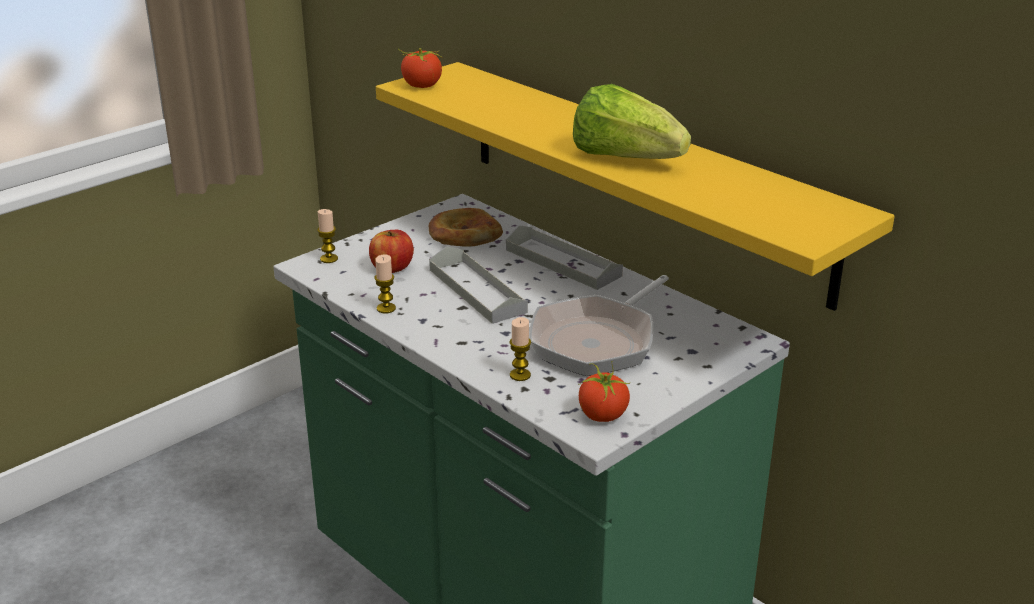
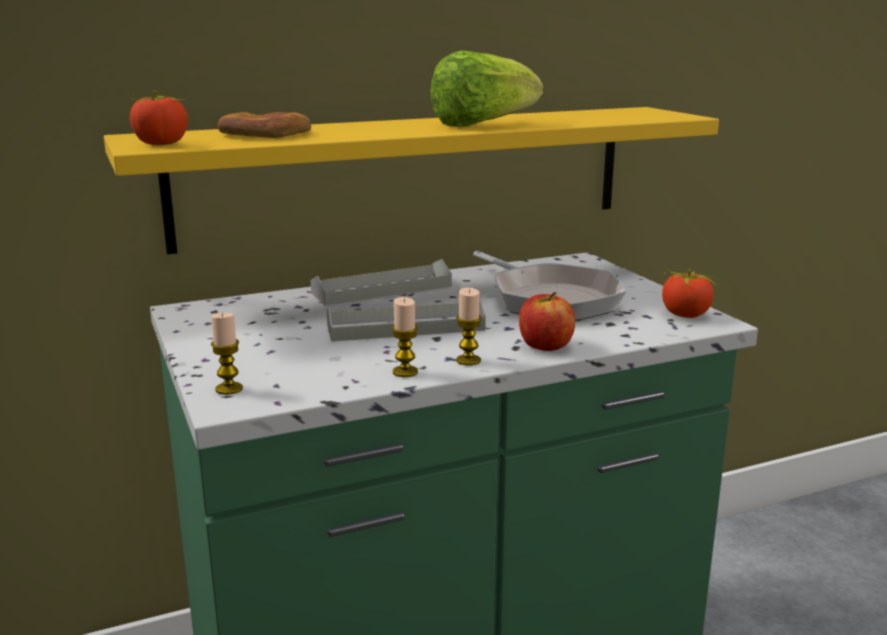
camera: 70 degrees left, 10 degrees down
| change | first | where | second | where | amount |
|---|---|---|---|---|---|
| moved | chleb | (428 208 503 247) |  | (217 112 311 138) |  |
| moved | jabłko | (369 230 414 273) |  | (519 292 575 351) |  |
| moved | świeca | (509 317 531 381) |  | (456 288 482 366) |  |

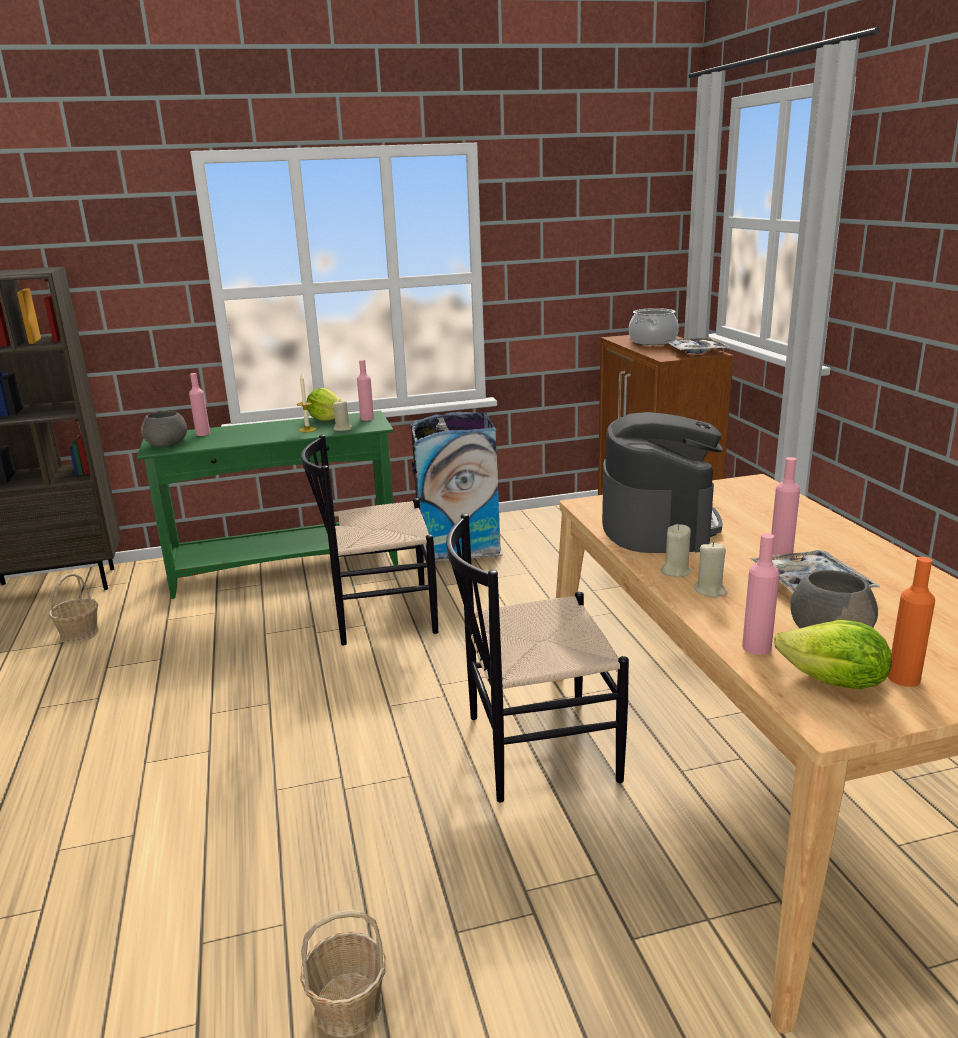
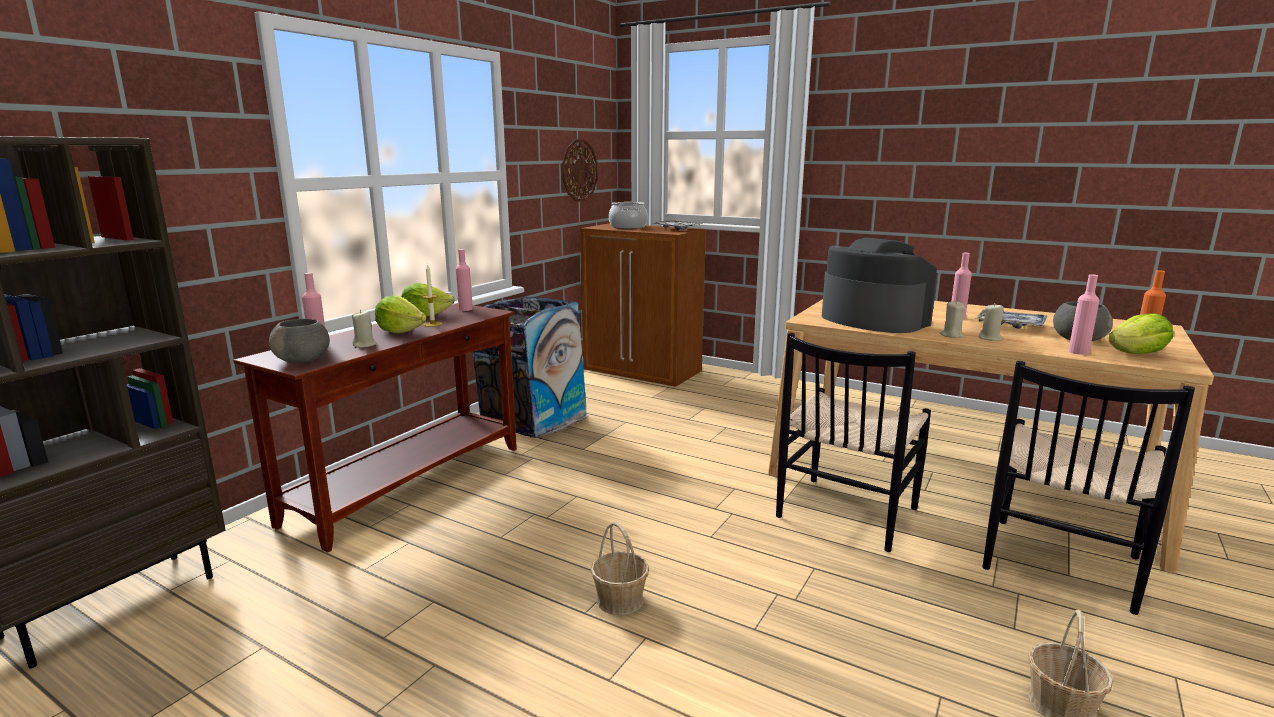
camera: 45 degrees left, 5 degrees down
| change | first | where | second | where | amount |
|---|---|---|---|---|---|
| moved | świeca [beżowy] | (333 400 352 431) |  | (352 310 377 348) |  |
| recoloured | stolik konsolowy [zielony] | (137 411 398 599) | stolik konsolowy [brązowy] | (233 303 517 552) |  |
| moved | krzesło [czarny] | (301 435 438 645) |  | (983 361 1195 615) |  |
| moved | koszyk | (49 573 99 643) |  | (590 522 649 615) |  |
| added |  |  | zegar ścienny | (562 140 598 202) |  |
| added |  |  | sałata | (375 296 427 334) |  |

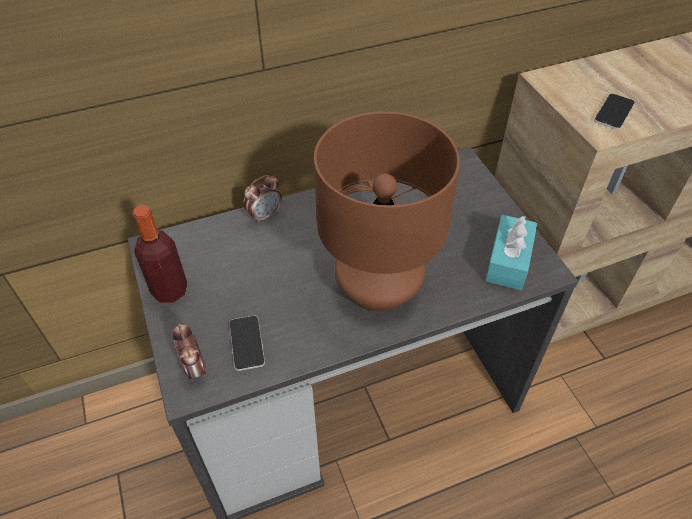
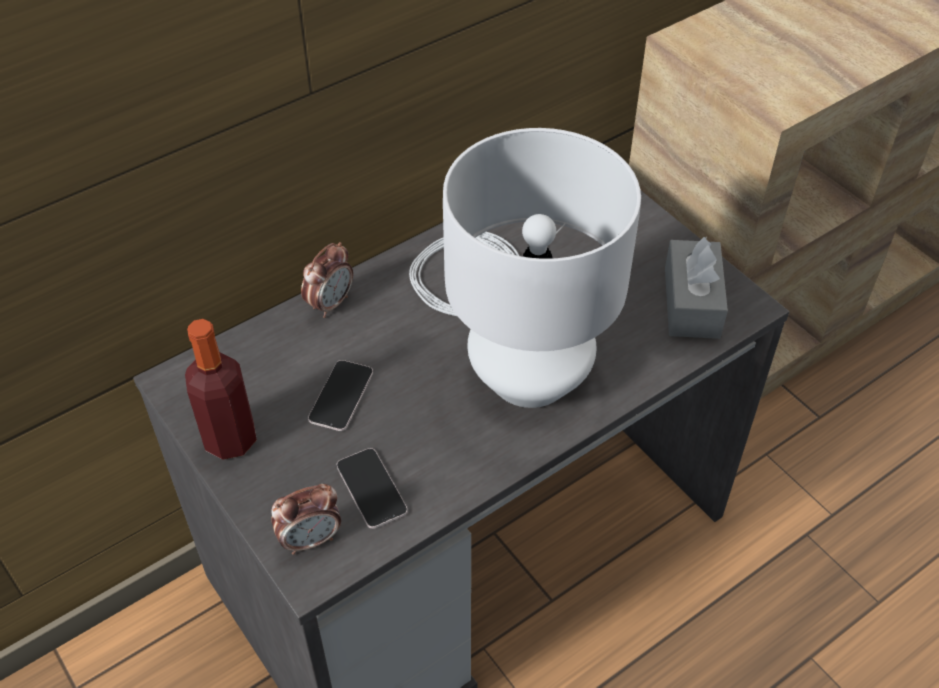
camera: 15 degrees left, 0 degrees up
| change | first | where | second | where | amount |
|---|---|---|---|---|---|
| moved | telefon | (594 94 635 130) |  | (308 360 373 431) |  |
| recoloured | lampa stołowa [brązowy] | (314 111 460 312) | lampa stołowa [biały] | (409 128 641 408) |  |
| recoloured | pudełko chusteczek [turkusowy] | (485 215 537 290) | pudełko chusteczek [szary] | (665 237 728 339) |  |
| turned | budzik | (172 323 206 382) |  | (271 484 341 555) | 75 degrees counterclockwise |

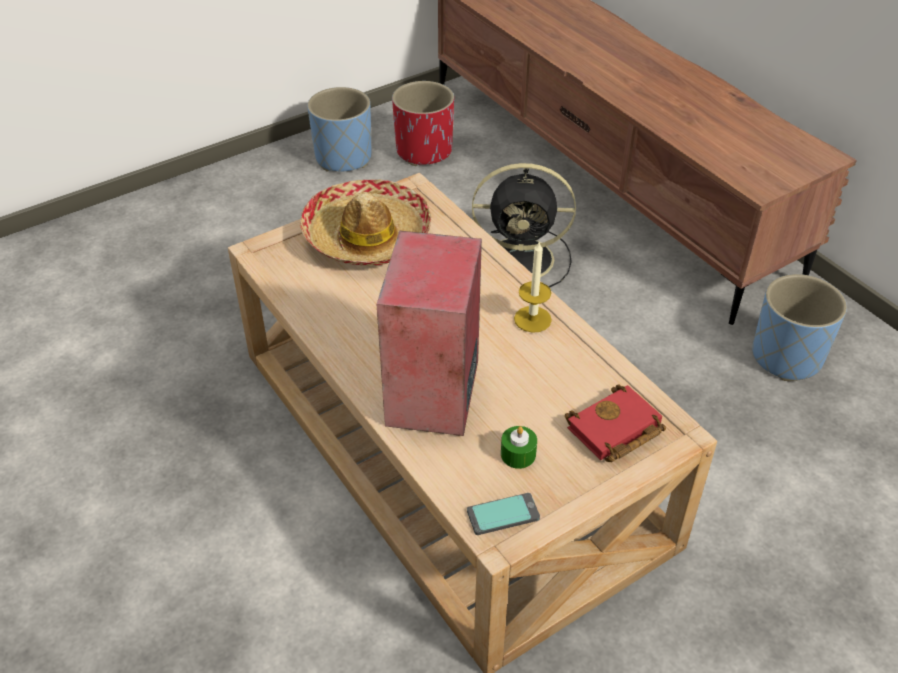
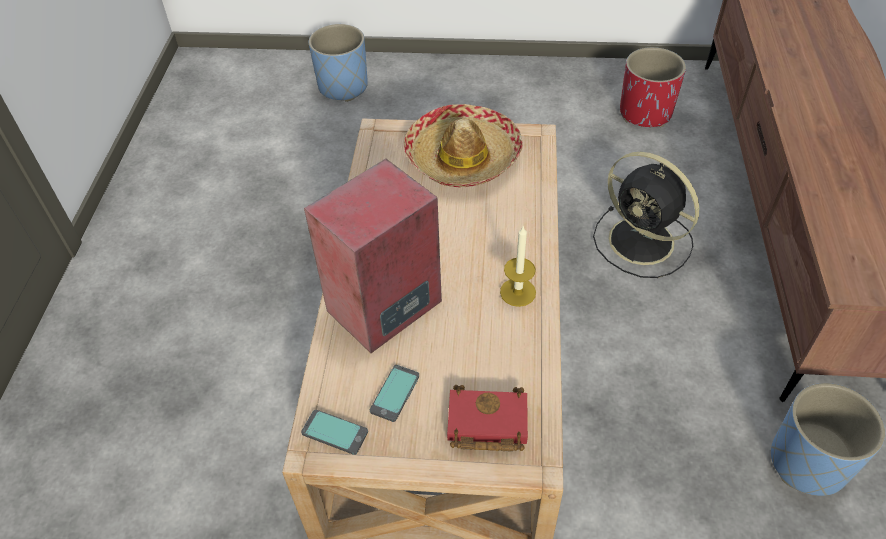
camera: 40 degrees right, 5 degrees up
| change | first | where | second | where | amount |
|---|---|---|---|---|---|
| moved | donica [niebieski] | (307 87 371 172) |  | (309 24 368 102) |  |
| replaced | świeca [zielony] | (501 426 537 469) | telefon | (370 365 419 422) |  |

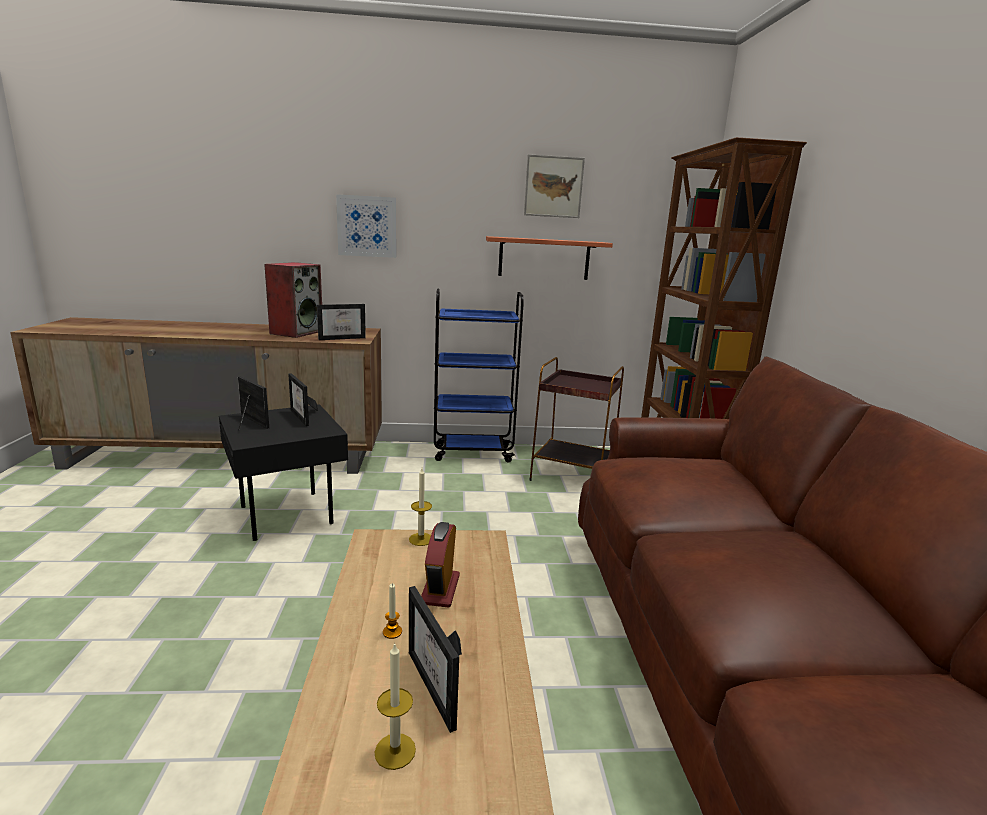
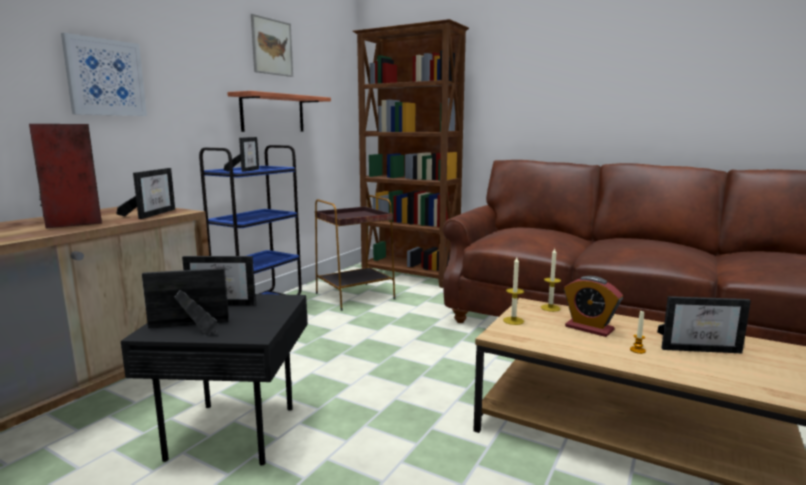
camera: 55 degrees left, 5 degrees down
| change | first | where | second | where | amount |
|---|---|---|---|---|---|
| moved | świeca | (374 642 416 770) |  | (541 248 561 312) |  |
| added |  |  | ramka na zdjęcie | (223 137 259 172) |  |

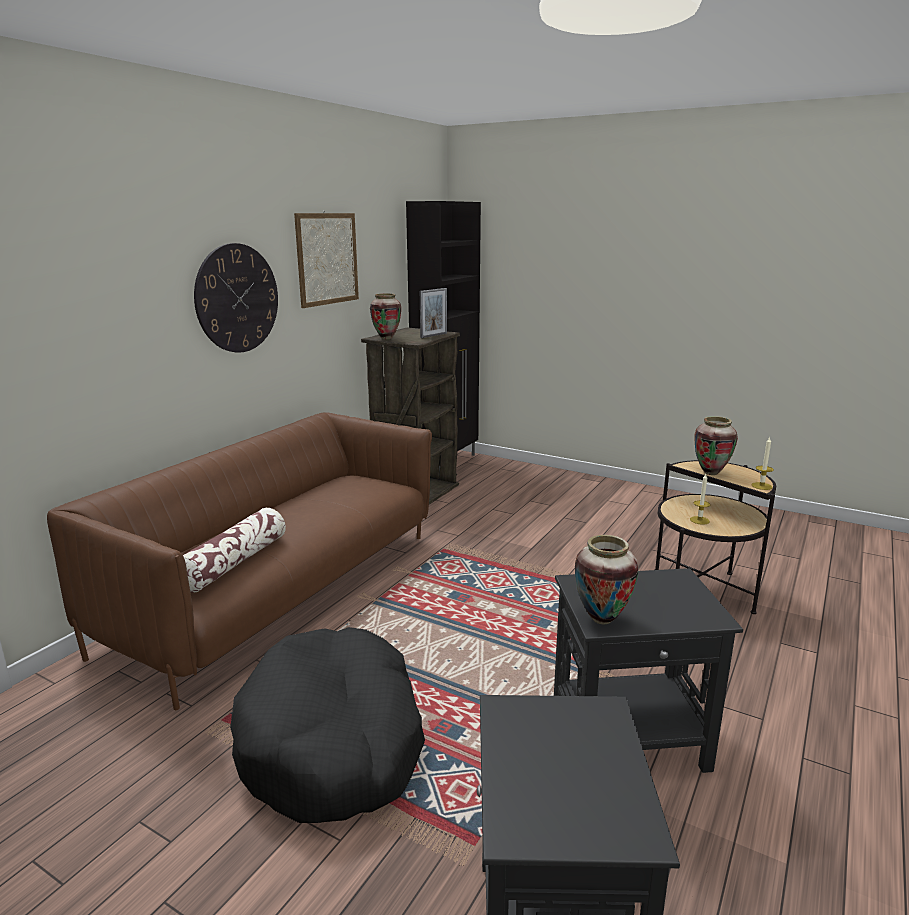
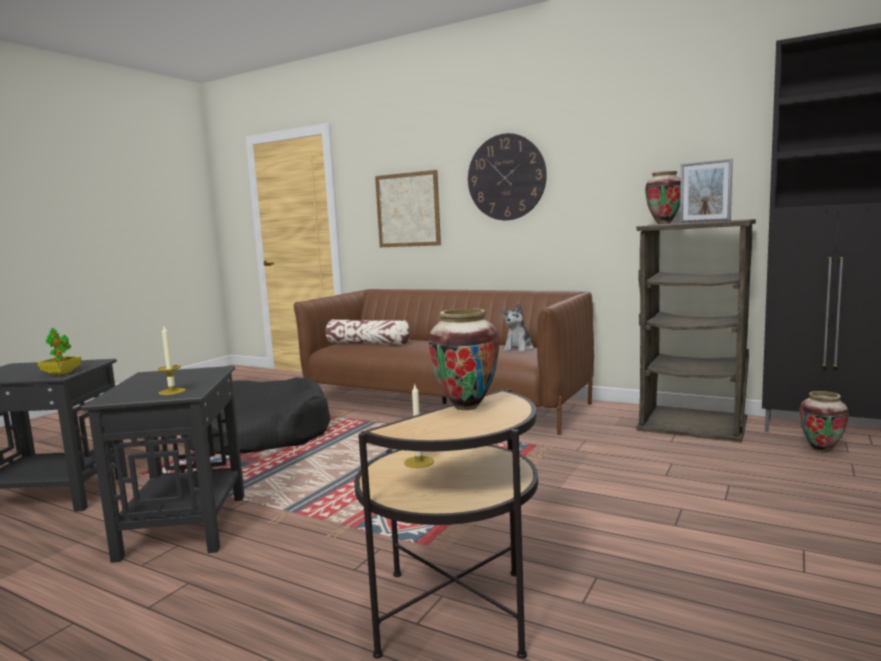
camera: 90 degrees right, 10 degrees down
| change | first | where | second | where | amount |
|---|---|---|---|---|---|
| moved | obraz | (294 211 359 308) |  | (375 170 441 247) |  |
| moved | świeca | (752 437 774 490) |  | (157 326 186 395) |  |
| moved | wazon | (575 535 638 624) |  | (800 391 849 453) |  |
| added |  |  | pluszak | (502 303 534 352) |  |
| added |  |  | roślina doniczkowa | (37 328 82 375) |  |

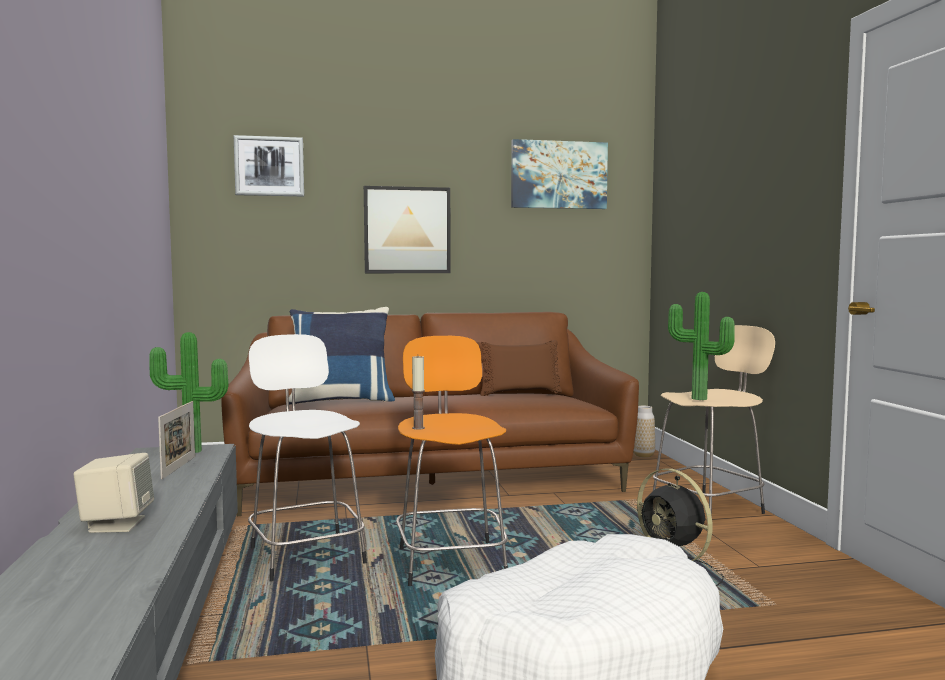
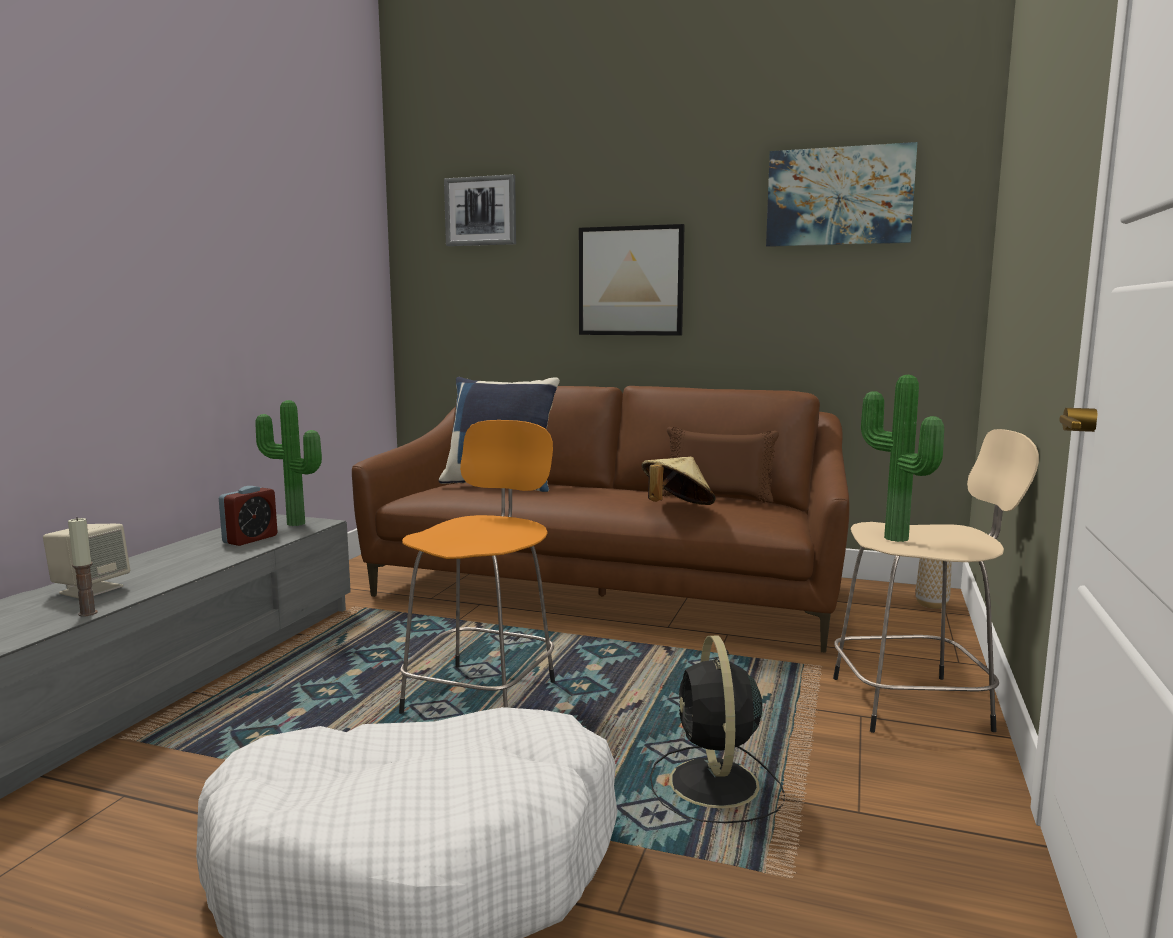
camera: 30 degrees right, 5 degrees up
| change | first | where | second | where | amount |
|---|---|---|---|---|---|
| removed | stołek [biały] | (248 334 367 582) |  |  |  |
| moved | świeca | (412 356 425 430) |  | (68 517 98 617) |  |
| replaced | ramka na zdjęcie | (158 401 195 480) | budzik | (219 486 277 546) |  |
| added |  |  | kapelusz [beżowy] | (642 457 716 505) |  |

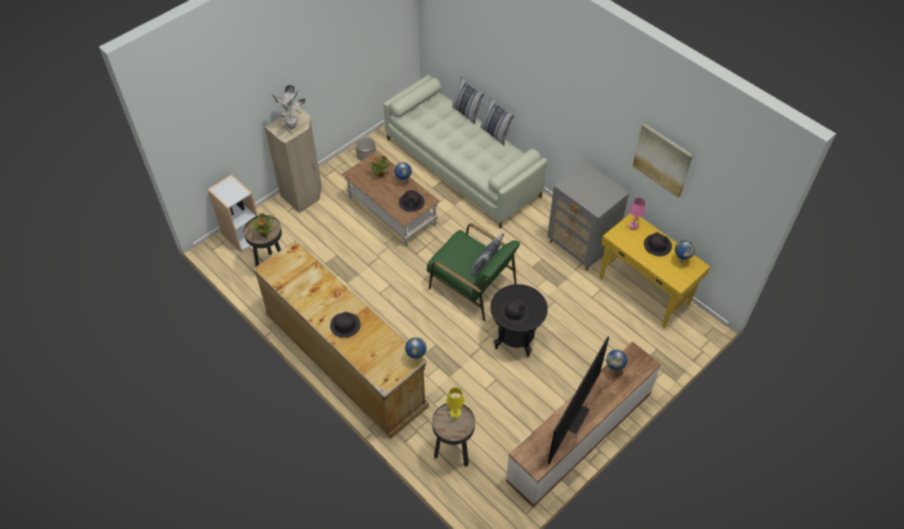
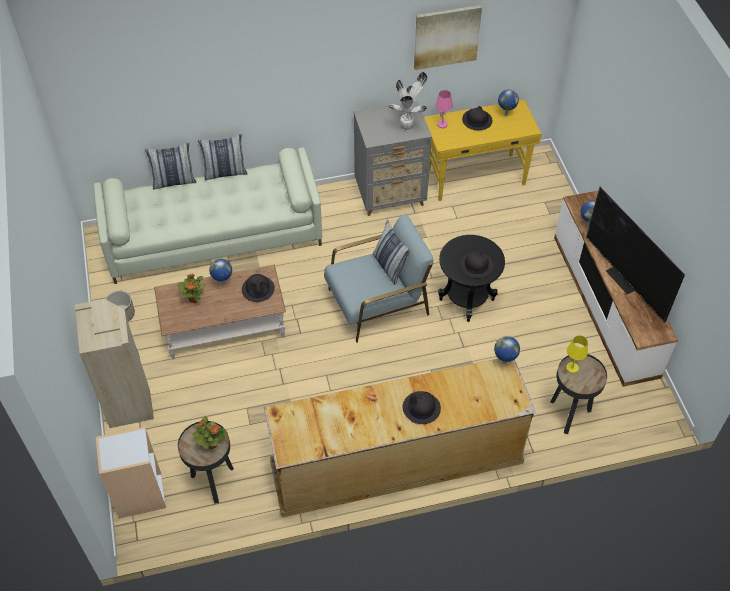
camera: 60 degrees left, 0 degrees up
| change | first | where | second | where | amount |
|---|---|---|---|---|---|
| moved | roślina doniczkowa | (273 85 306 129) |  | (388 72 427 131) |  |
| recoloured | fotel [zielony] | (427 223 520 321) | fotel [niebieski] | (324 214 434 343) |  |

